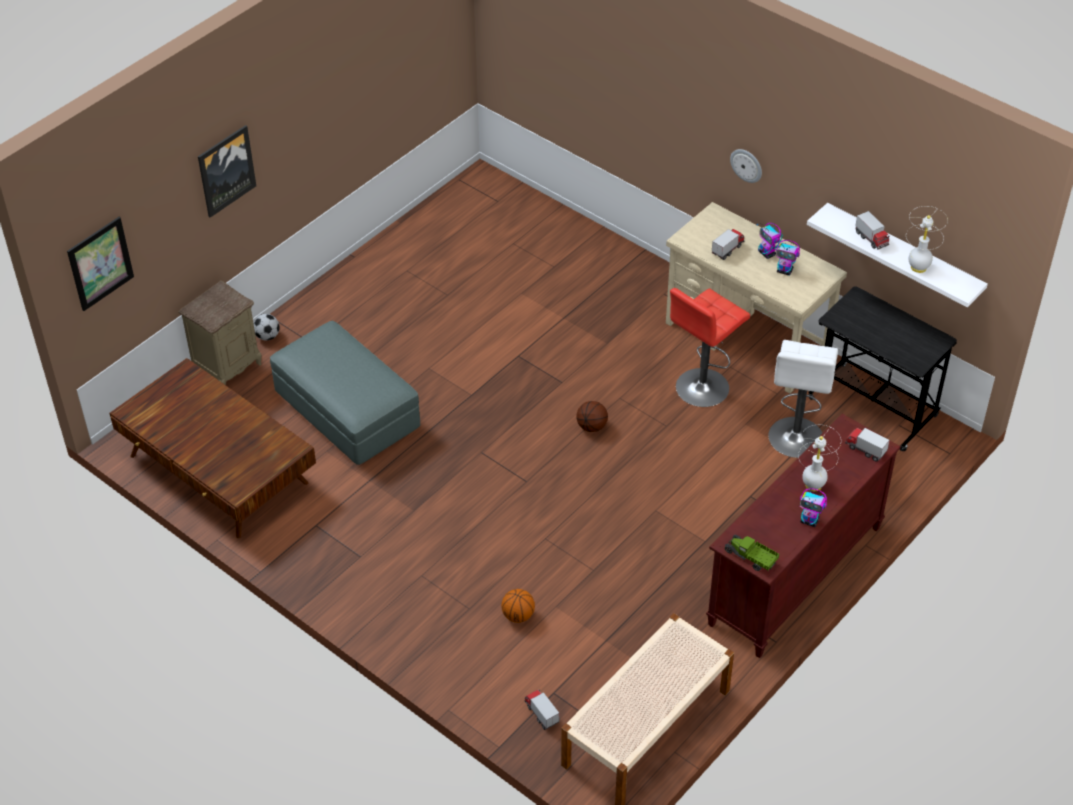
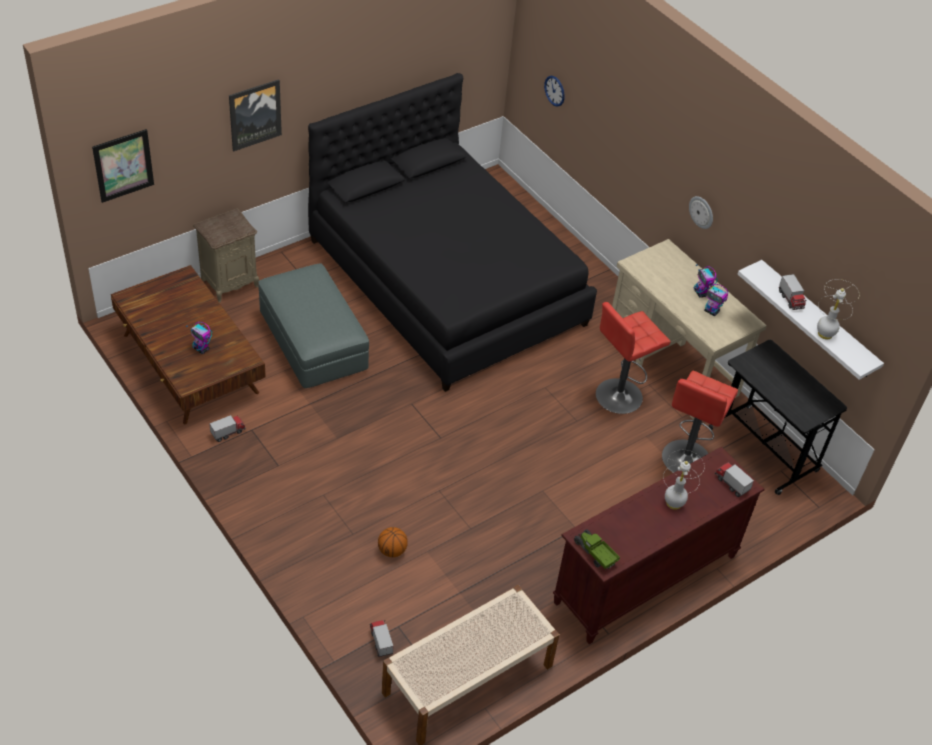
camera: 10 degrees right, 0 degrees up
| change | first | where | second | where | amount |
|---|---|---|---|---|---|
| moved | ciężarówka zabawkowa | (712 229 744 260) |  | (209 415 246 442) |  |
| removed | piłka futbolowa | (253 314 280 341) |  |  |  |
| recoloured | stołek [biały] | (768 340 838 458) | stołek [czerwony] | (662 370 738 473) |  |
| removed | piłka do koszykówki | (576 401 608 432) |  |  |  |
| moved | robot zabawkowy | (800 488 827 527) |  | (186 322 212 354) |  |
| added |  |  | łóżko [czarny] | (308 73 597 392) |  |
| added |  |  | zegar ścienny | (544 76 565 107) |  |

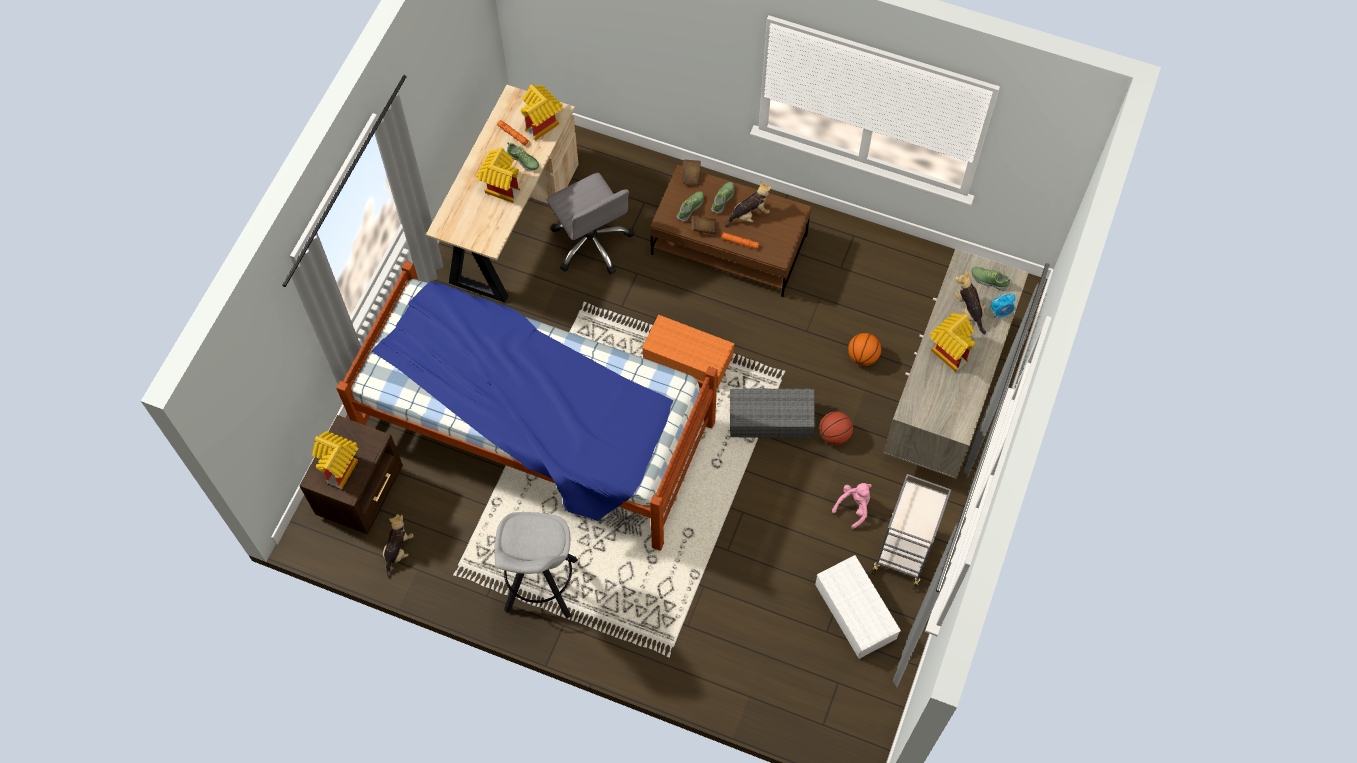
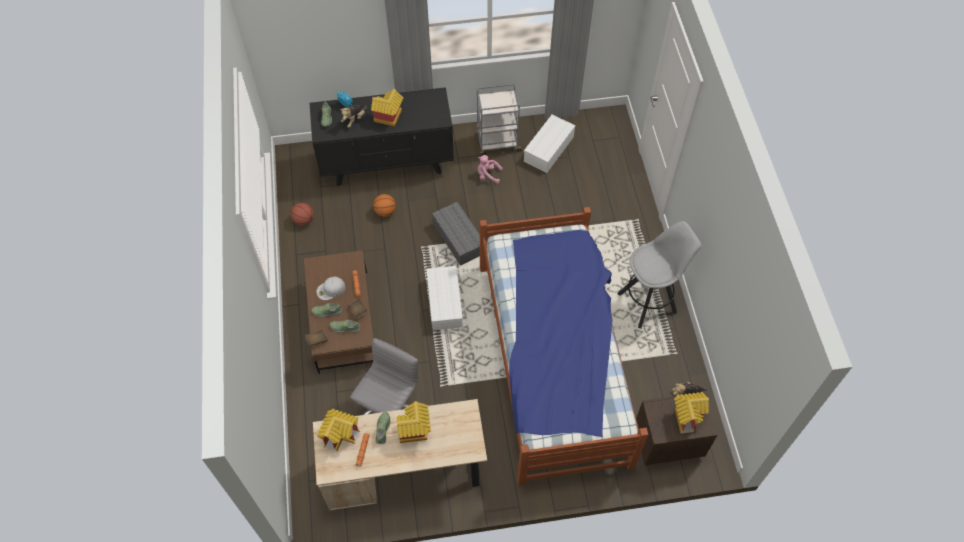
camera: 120 degrees left, 5 degrees down
| change | first | where | second | where | amount |
|---|---|---|---|---|---|
| replaced | pluszak | (725 181 772 227) | czapka z daszkiem [biały] | (317 277 346 300) |  |
| recoloured | komoda [beżowy] | (883 249 1029 479) | komoda [czarny] | (309 87 454 187) |  |
| recoloured | pojemnik do przechowywania [pomarańczowy] | (642 315 735 389) | pojemnik do przechowywania [biały] | (426 266 463 331) |  |
| moved | piłka do koszykówki | (819 411 853 445) |  | (290 203 314 226) |  |

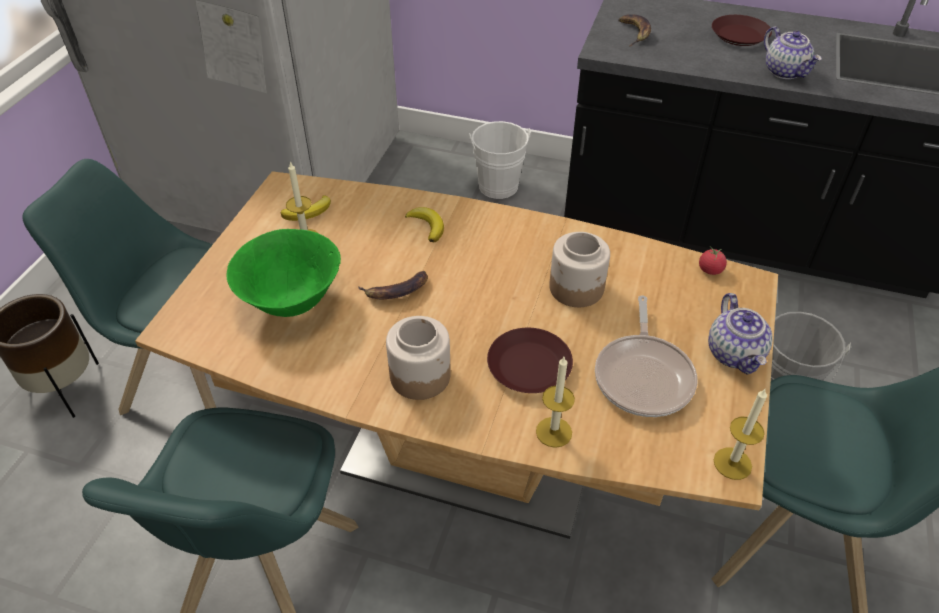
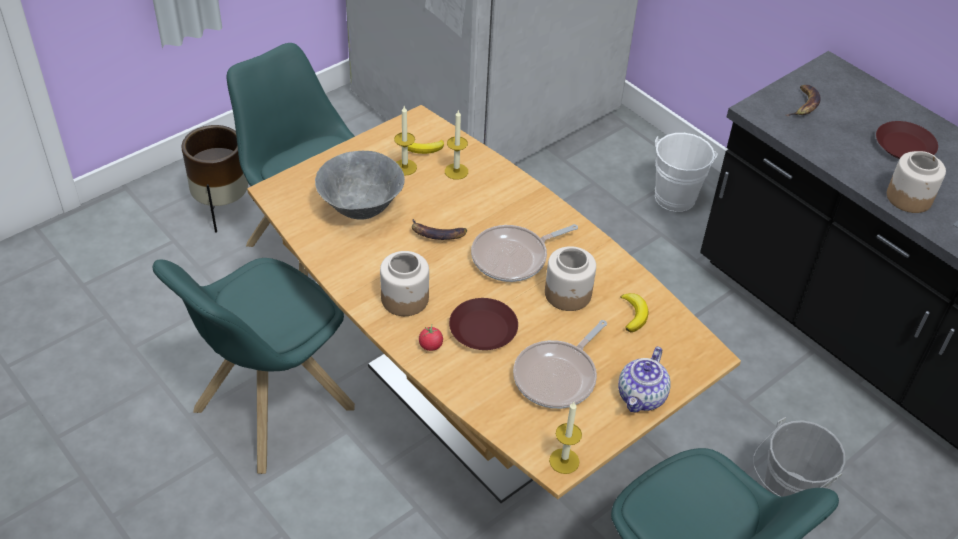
camera: 30 degrees right, 0 degrees up
| change | first | where | second | where | amount |
|---|---|---|---|---|---|
| replaced | imbryk | (764 26 822 79) | słoik | (887 151 946 213) |  |
| moved | banan | (405 207 444 242) |  | (620 293 648 332) |  |
| recoloured | miska [zielony] | (227 229 341 317) | miska [szary] | (315 151 405 220) |  |
| moved | pomidor | (699 246 727 275) |  | (419 325 443 351) |  |
| moved | świeca | (536 357 575 448) |  | (445 110 468 180) |  |
| added |  |  | patelnia | (471 224 578 282) |  |

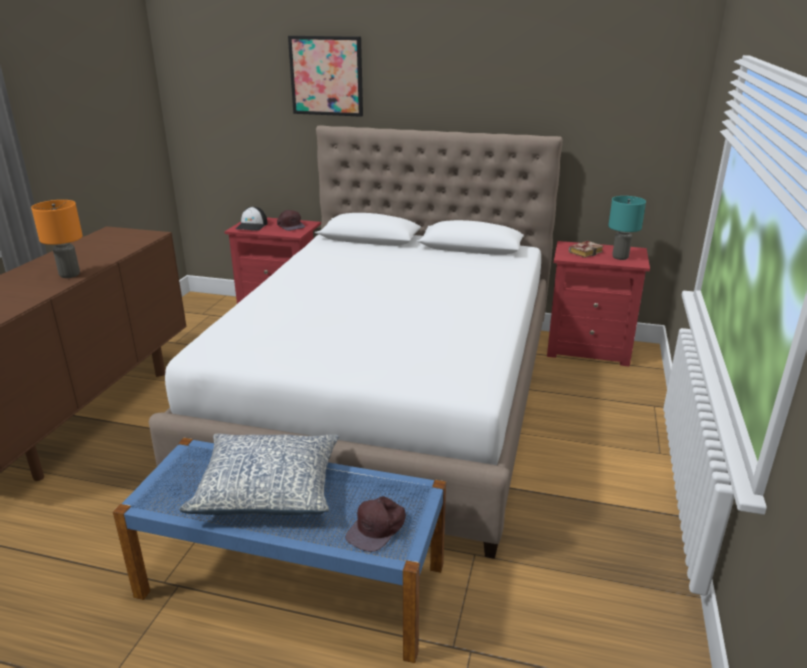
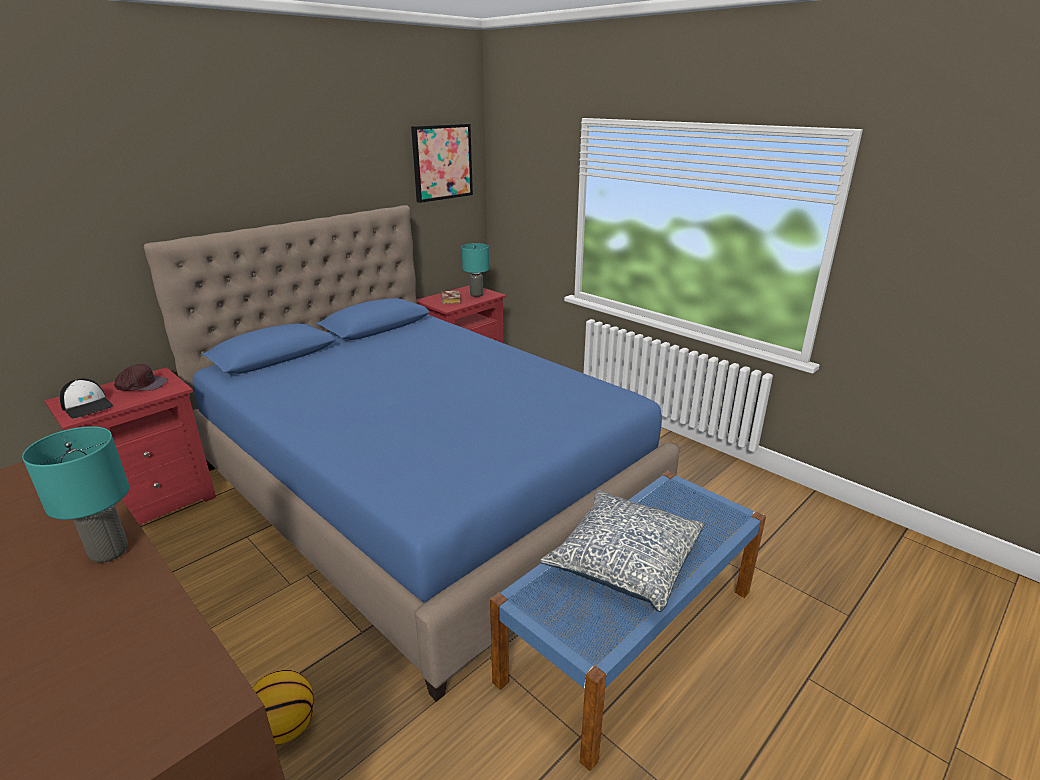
camera: 60 degrees left, 0 degrees up
| change | first | where | second | where | amount |
|---|---|---|---|---|---|
| moved | obraz | (288 36 363 117) |  | (411 124 473 203) |  |
| recoloured | łóżko [biały] | (149 125 563 559) | łóżko [niebieski] | (144 205 680 702) |  |
| recoloured | lampa stołowa [pomarańczowy] | (31 200 83 278) | lampa stołowa [turkusowy] | (22 426 129 563) |  |
| removed | czapka z daszkiem [brązowy] | (345 496 406 552) |  |  |  |
| added |  |  | piłka do koszykówki | (253 670 314 745) |  |

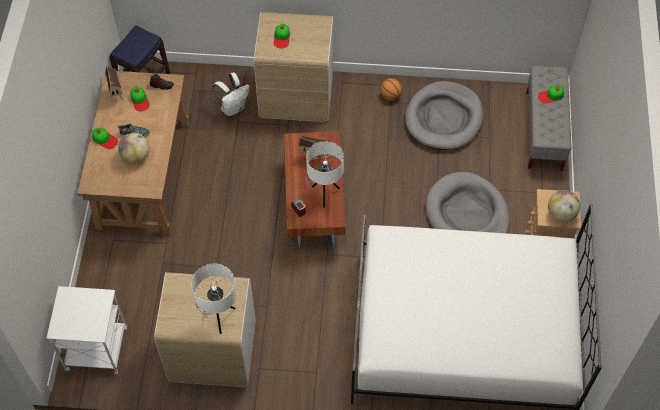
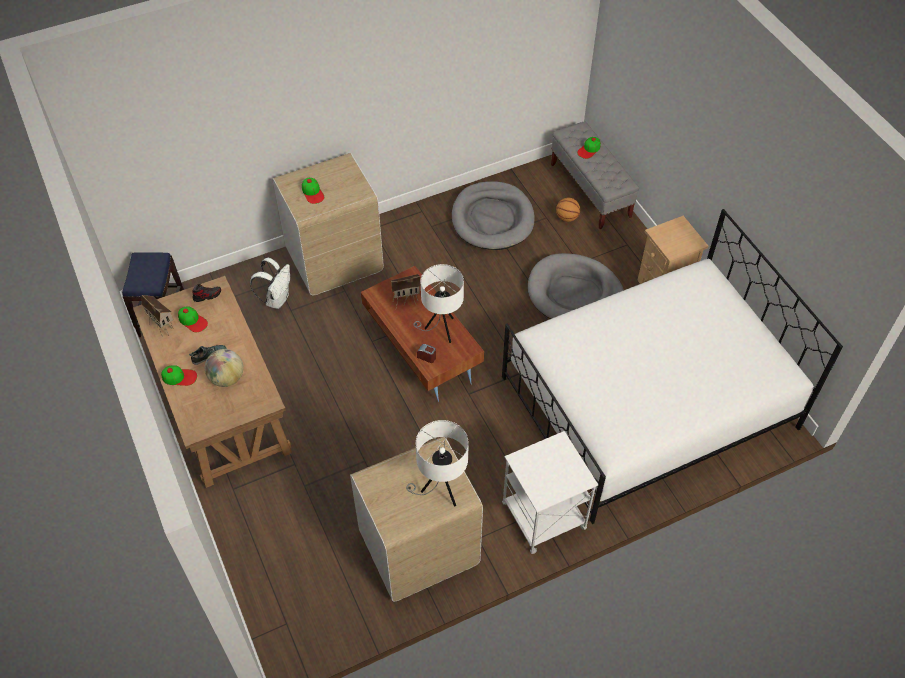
camera: 30 degrees left, 5 degrees down
| change | first | where | second | where | amount |
|---|---|---|---|---|---|
| moved | piłka do koszykówki | (380 78 402 100) |  | (556 198 580 222) |  |
| removed | globus | (548 190 580 222) |  |  |  |
| moved | wózek [biały] | (47 286 127 375) |  | (502 431 598 554) |  |

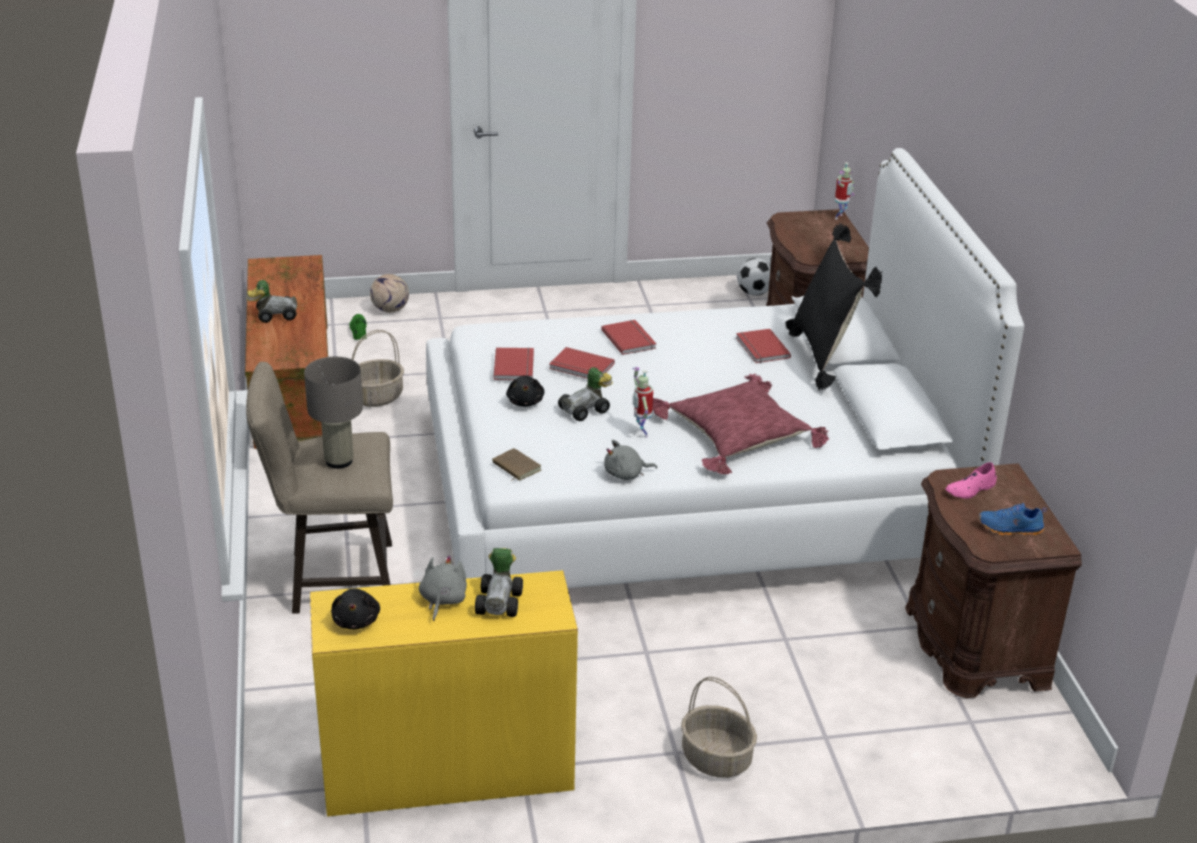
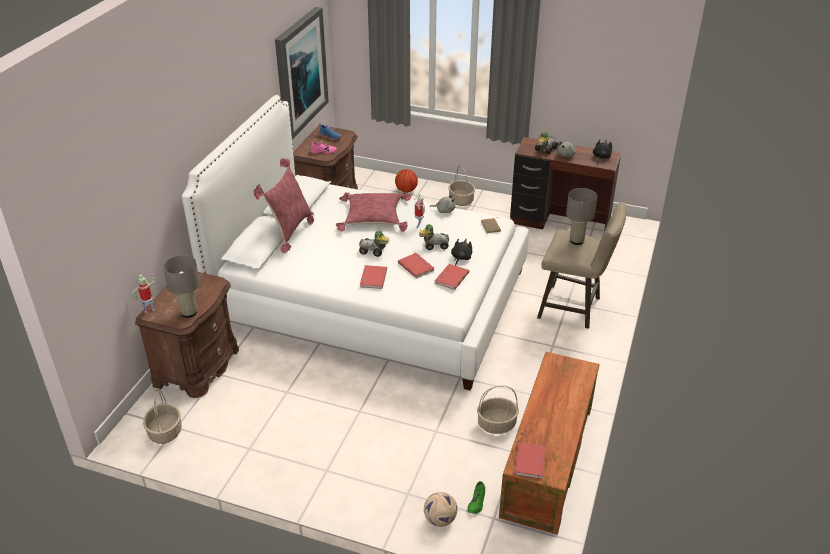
camera: 150 degrees left, 5 degrees up
| change | first | where | second | where | amount |
|---|---|---|---|---|---|
| recoloured | poduszka [czarny] | (785 224 882 391) | poduszka [czerwony] | (253 158 315 254) |  |
| replaced | piłka futbolowa | (737 258 771 296) | koszyk | (143 389 182 444) |  |
| moved | samochodzik | (246 280 297 323) |  | (359 231 389 257) |  |
| moved | książka [czerwony] | (736 329 791 363) |  | (514 442 546 479) |  |
| recoloured | biurko [żółty] | (310 570 578 817) | biurko [brązowy] | (510 137 621 231) |  |
| added |  |  | obraz | (275 7 329 139) |  |
| added |  |  | piłka do koszykówki | (395 169 418 192) |  |
| added |  |  | lampa stołowa [szary] | (163 255 200 318) |  |

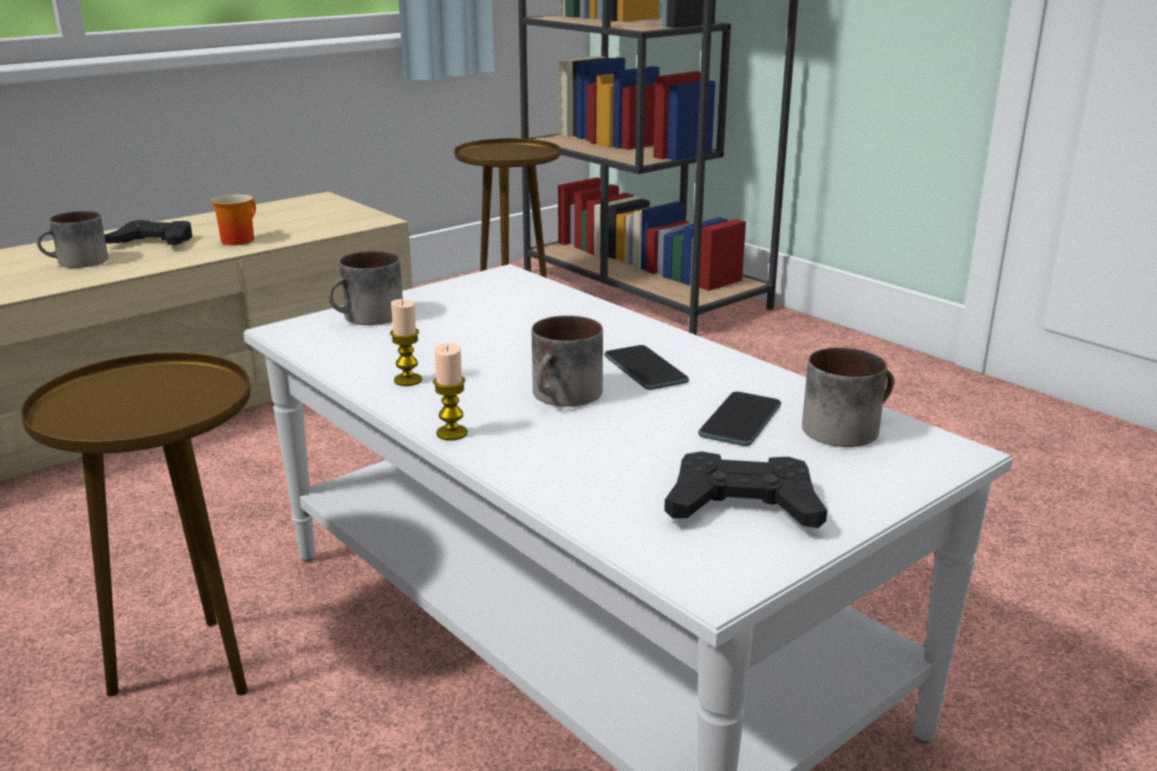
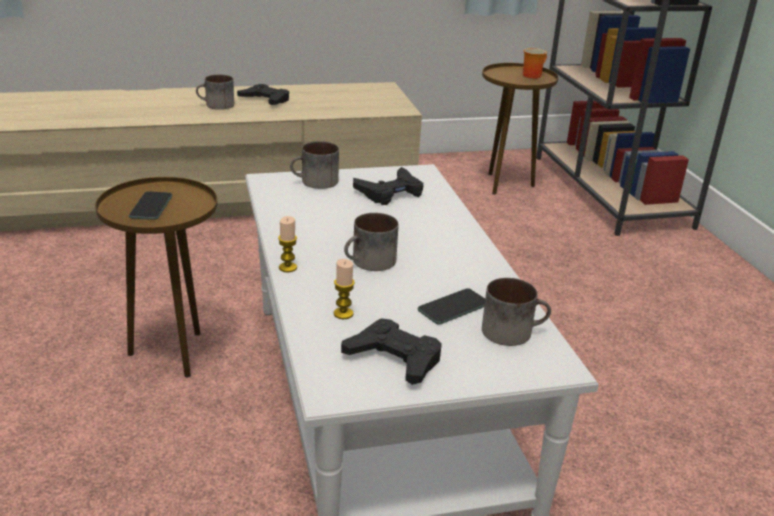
camera: 25 degrees right, 5 degrees up
| change | first | where | second | where | amount |
|---|---|---|---|---|---|
| moved | kubek | (211 194 256 245) |  | (523 48 547 79) |  |
| moved | świeca | (390 299 422 386) |  | (334 259 355 319) |  |
| moved | telefon | (604 345 689 390) |  | (129 191 173 220) |  |
| added |  |  | pad do gier [czarny] | (353 167 424 205) |  |

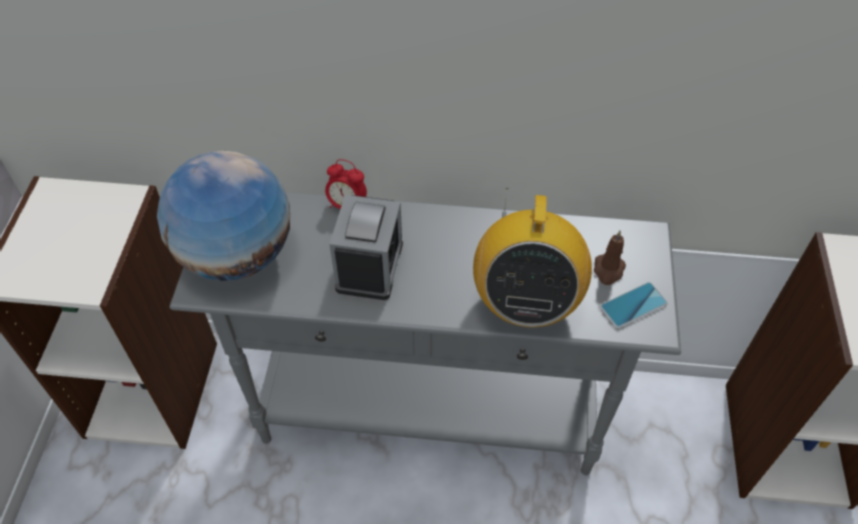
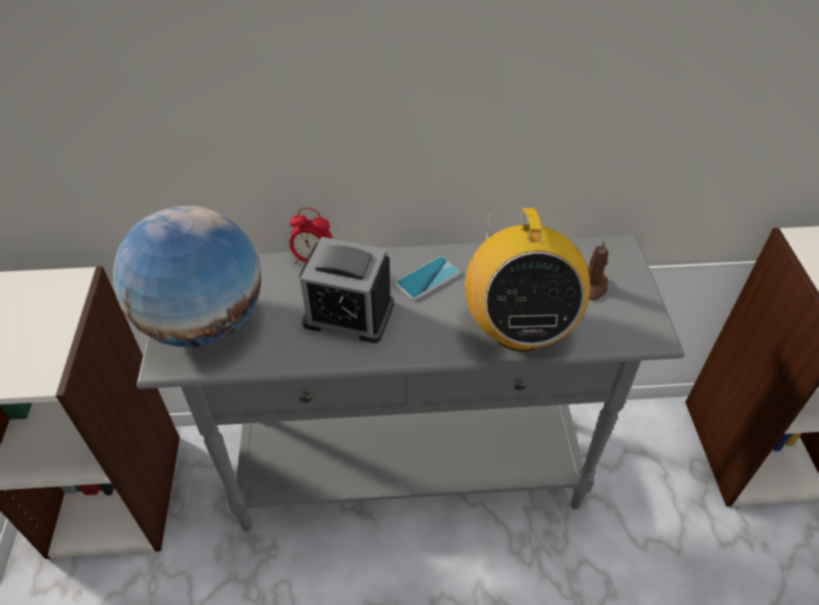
camera: 10 degrees left, 5 degrees down
| change | first | where | second | where | amount |
|---|---|---|---|---|---|
| turned | budzik | (329 195 403 300) |  | (300 237 394 343) | 105 degrees clockwise |
| moved | telefon | (600 282 668 329) |  | (395 256 460 300) |  |

